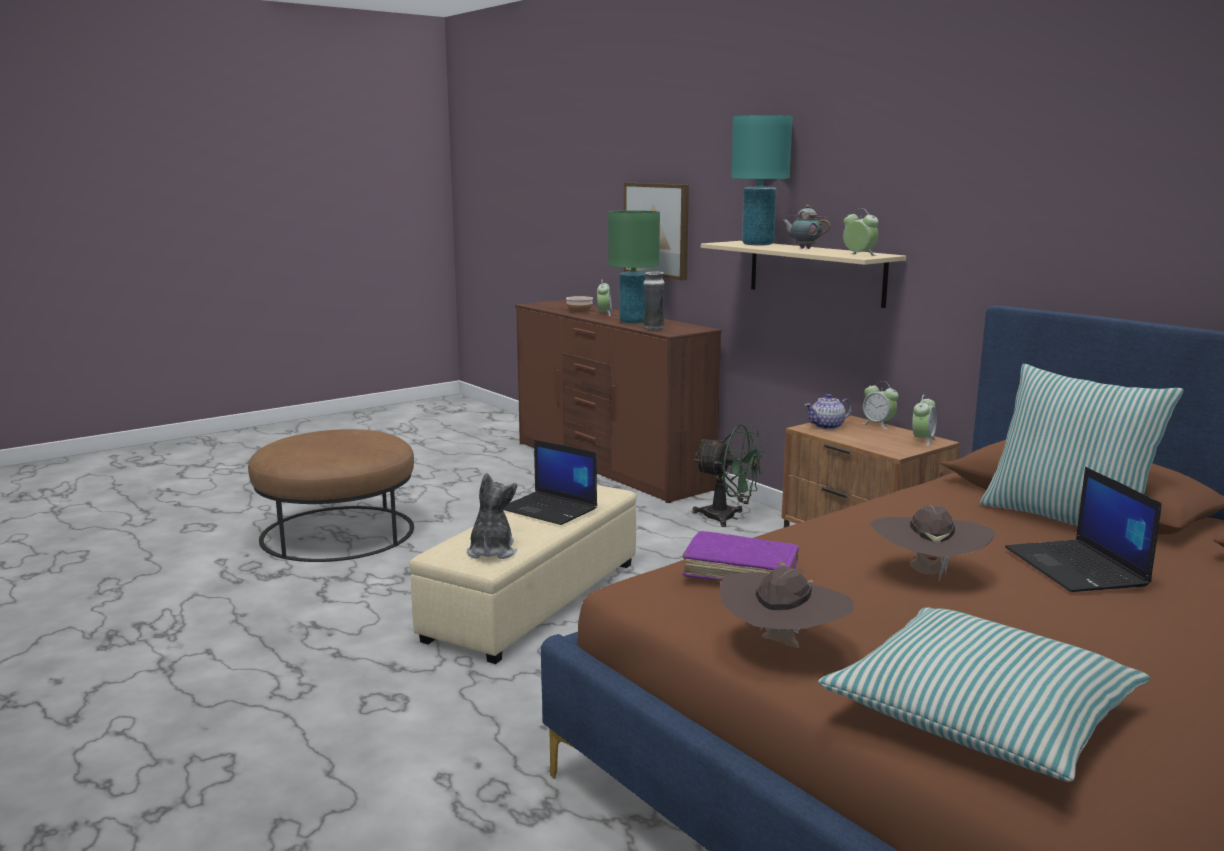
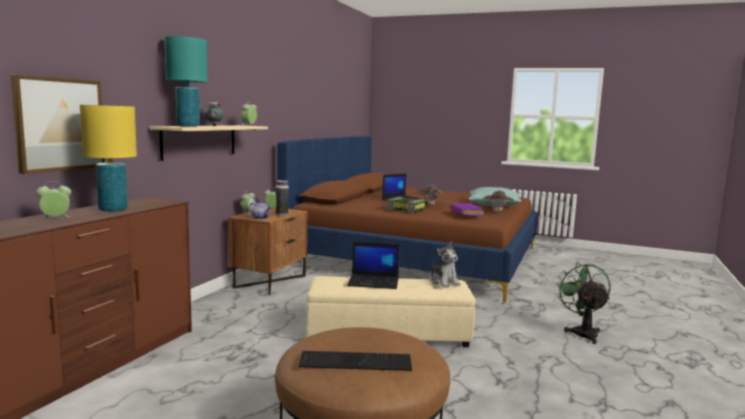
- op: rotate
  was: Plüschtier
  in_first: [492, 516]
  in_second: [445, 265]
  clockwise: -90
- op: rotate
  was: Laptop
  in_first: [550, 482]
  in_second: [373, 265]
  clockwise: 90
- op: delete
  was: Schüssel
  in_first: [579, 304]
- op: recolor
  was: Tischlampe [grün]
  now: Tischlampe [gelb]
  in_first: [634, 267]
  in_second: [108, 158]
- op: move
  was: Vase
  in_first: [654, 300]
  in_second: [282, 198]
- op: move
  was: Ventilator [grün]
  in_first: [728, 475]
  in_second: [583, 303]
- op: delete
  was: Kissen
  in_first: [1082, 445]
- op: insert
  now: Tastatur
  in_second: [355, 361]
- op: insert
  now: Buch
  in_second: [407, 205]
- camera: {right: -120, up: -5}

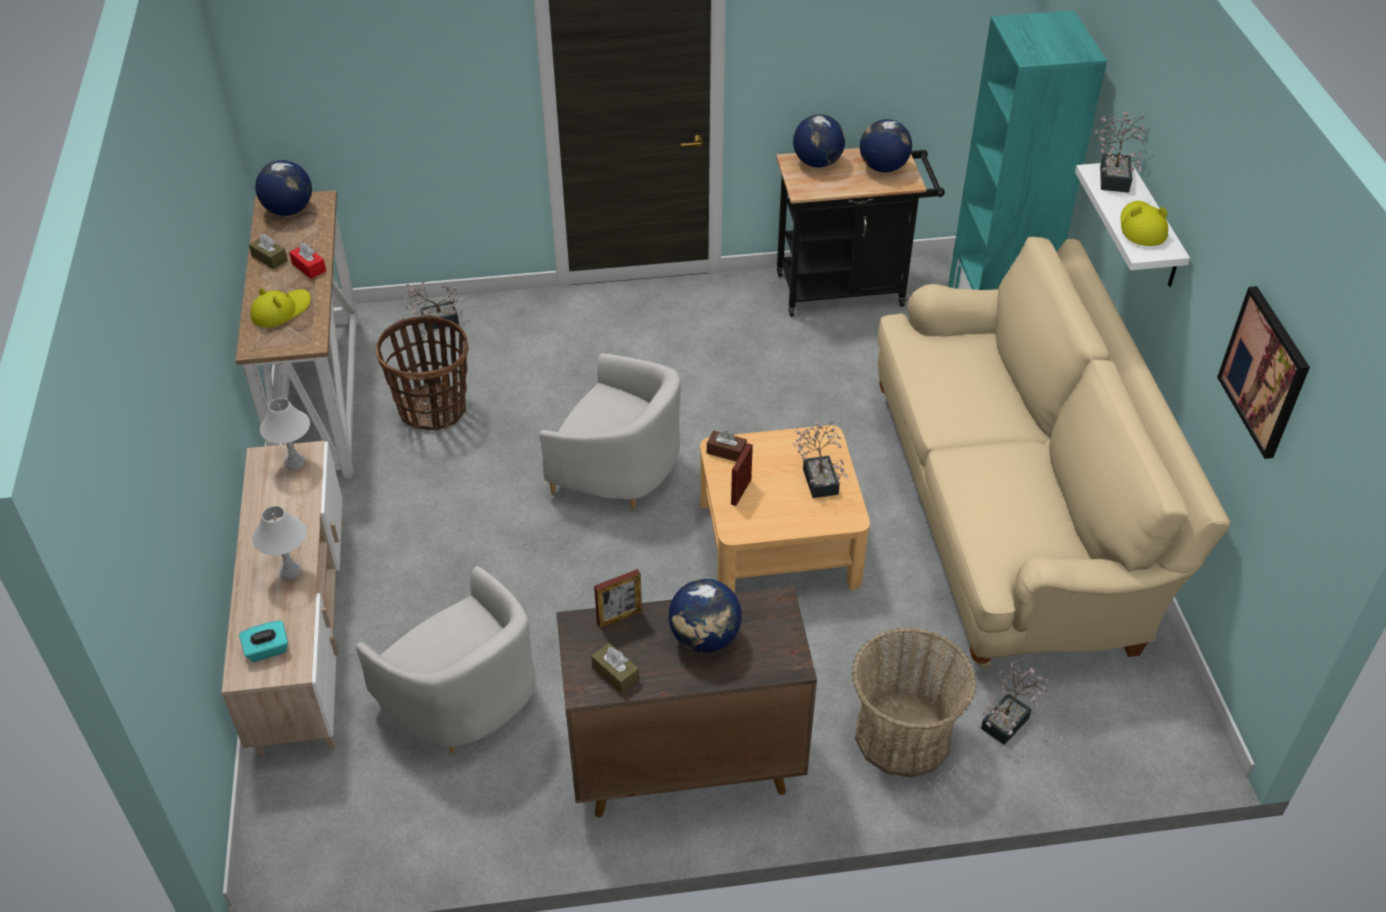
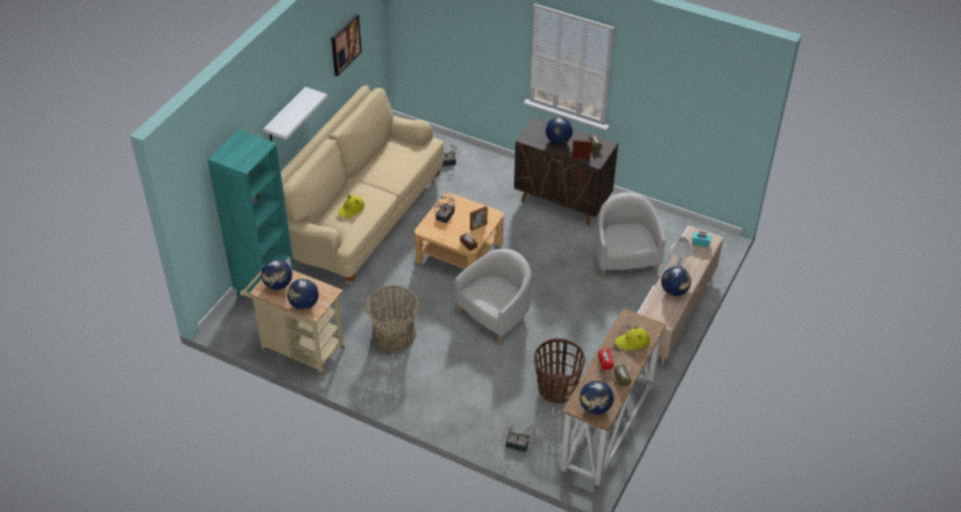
- op: delete
  was: Tischlampe [weiß]
  in_first: [285, 434]
- op: rotate
  was: Sessel [weiß]
  in_first: [610, 431]
  in_second: [493, 295]
  clockwise: 75
- op: recolor
  was: Rollwagen [schwarz]
  now: Rollwagen [beige]
  in_first: [860, 232]
  in_second: [292, 320]
- op: move
  was: Korb
  in_first: [914, 702]
  in_second: [392, 318]
- op: delete
  was: Topfpflanze
  in_first: [1120, 152]
- op: move
  was: Hut [gelb]
  in_first: [1144, 223]
  in_second: [351, 206]
- op: insert
  now: Globus
  in_second: [676, 281]
- camera: {right: -145, up: 0}

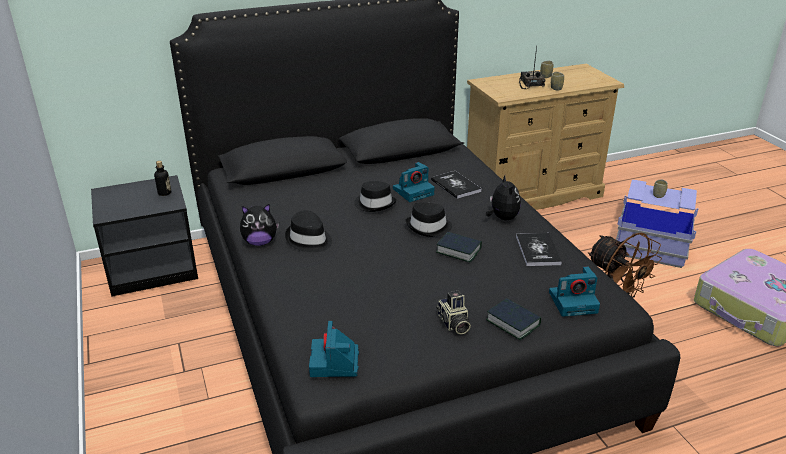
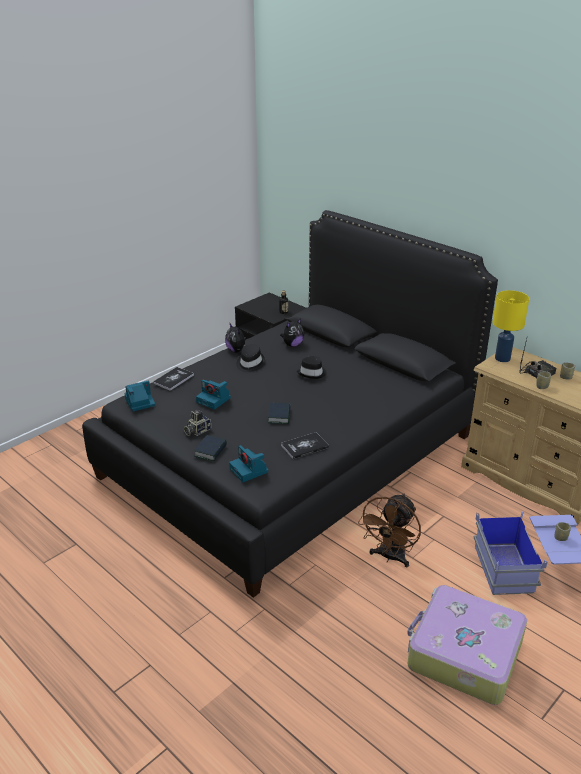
- op: move
  was: Kamera
  in_first: [414, 182]
  in_second: [213, 394]
- op: delete
  was: Hut [schwarz]
  in_first: [429, 220]
- op: move
  was: Buch
  in_first: [456, 185]
  in_second: [173, 379]
- op: move
  was: Plüschtier
  in_first: [503, 197]
  in_second: [292, 333]
- op: insert
  now: Tischlampe [gelb]
  in_second: [511, 326]
- camera: {right: 65, up: 0}

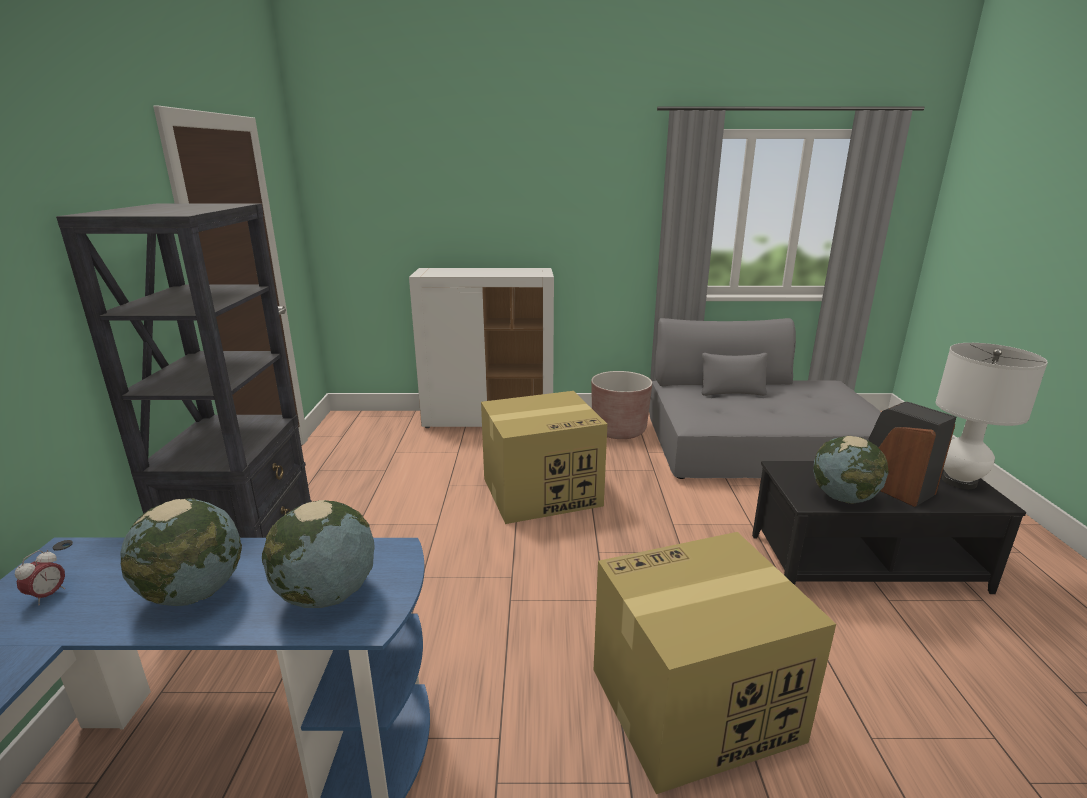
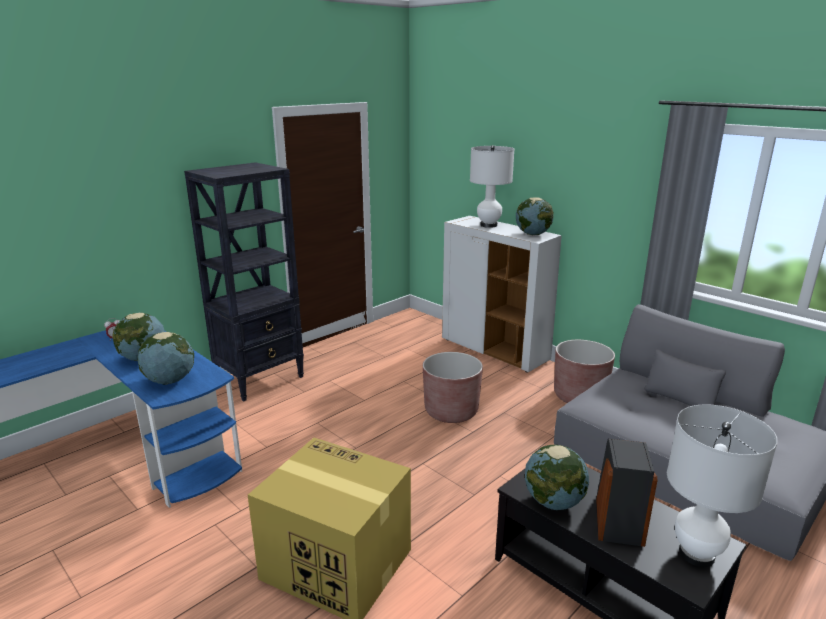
- op: replace
  was: Karton
  now: Pflanzkübel [braun]
  in_first: [544, 457]
  in_second: [453, 387]
- op: insert
  now: Tischlampe [weiß]
  in_second: [492, 186]
- op: insert
  now: Globus
  in_second: [535, 216]
- camera: {right: 45, up: 0}

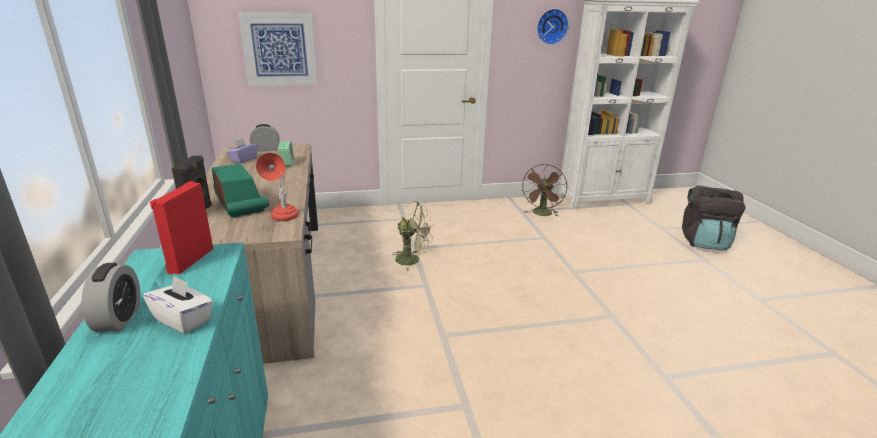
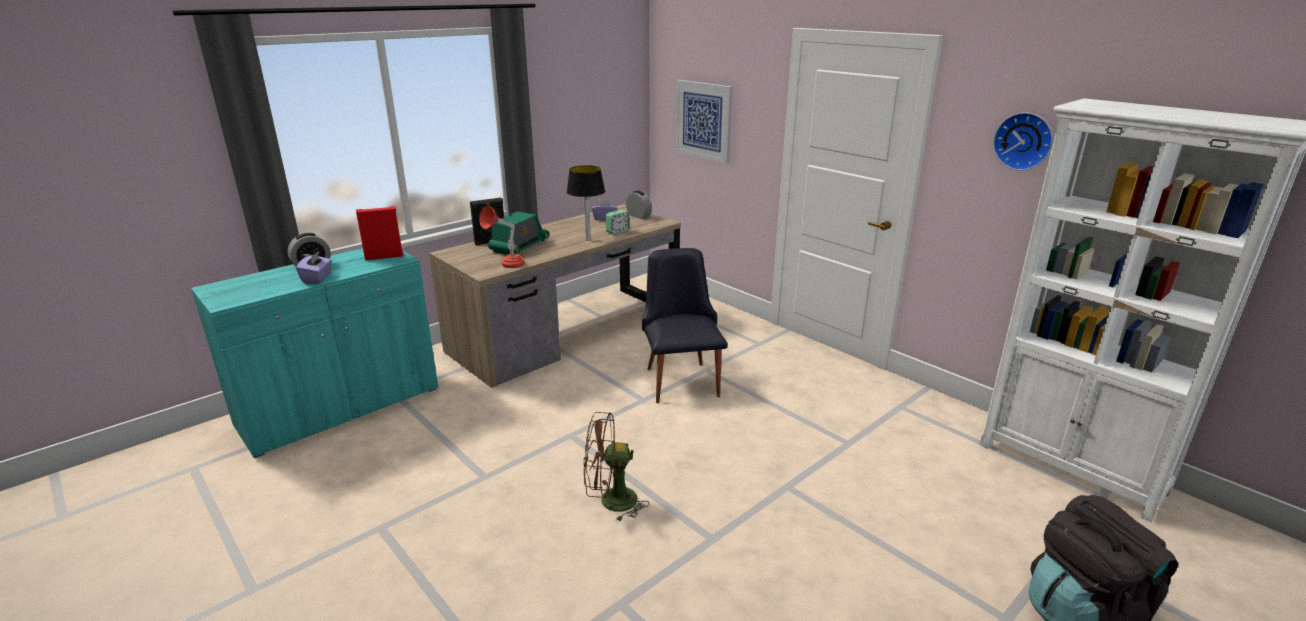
- op: recolor
  was: Taschentuchbox [weiß]
  now: Taschentuchbox [lila]
  in_first: [178, 304]
  in_second: [314, 267]
- op: replace
  was: Ventilator [grün]
  now: Stuhl [schwarz]
  in_first: [413, 236]
  in_second: [685, 325]
- op: move
  was: Ventilator [braun]
  in_first: [544, 190]
  in_second: [616, 467]
- op: insert
  now: Tischlampe
  in_second: [586, 203]
- camera: {right: 60, up: 0}

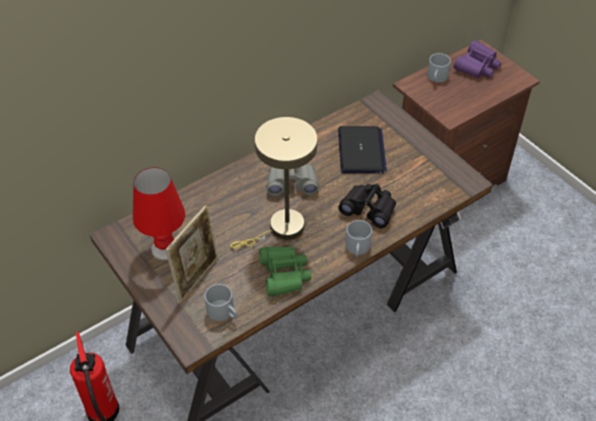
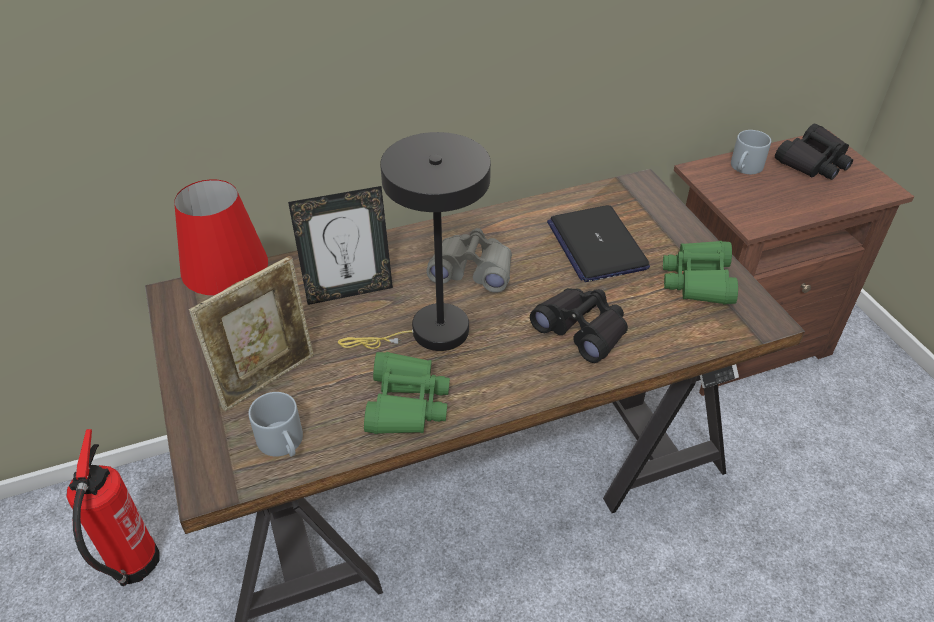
- op: recolor
  was: Tischlampe [beige]
  now: Tischlampe [schwarz]
  in_first: [273, 183]
  in_second: [414, 241]
- op: rotate
  was: Laptop
  in_first: [362, 149]
  in_second: [598, 243]
  clockwise: 150
- op: delete
  was: Henkelbecher [grau]
  in_first: [358, 238]
- op: recolor
  was: Fernglas [lila]
  now: Fernglas [schwarz]
  in_first: [477, 59]
  in_second: [814, 152]
- op: insert
  now: Bilderrahmen
  in_second: [340, 245]
- op: insert
  now: Fernglas [grün]
  in_second: [700, 272]
- camera: {right: 15, up: -5}

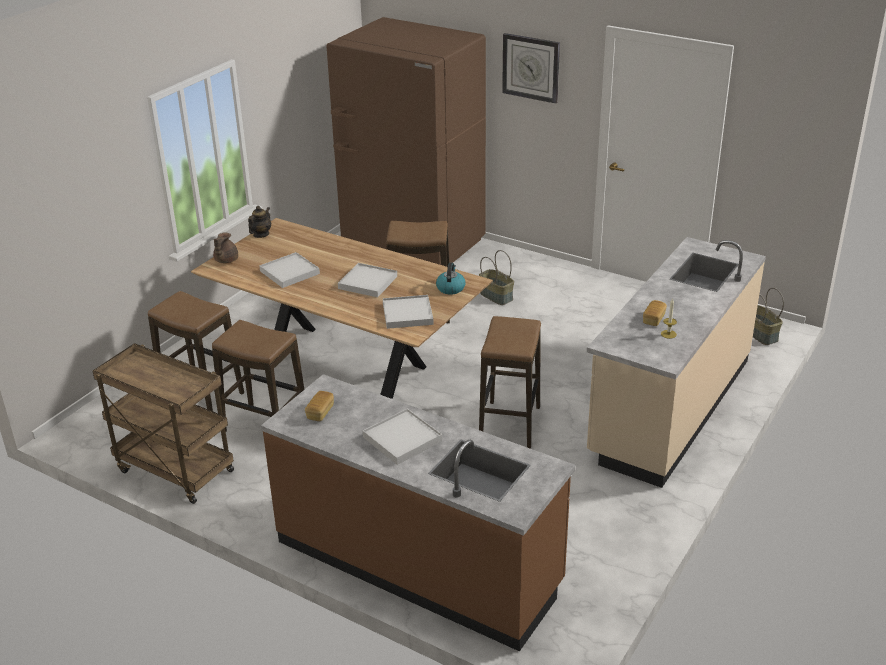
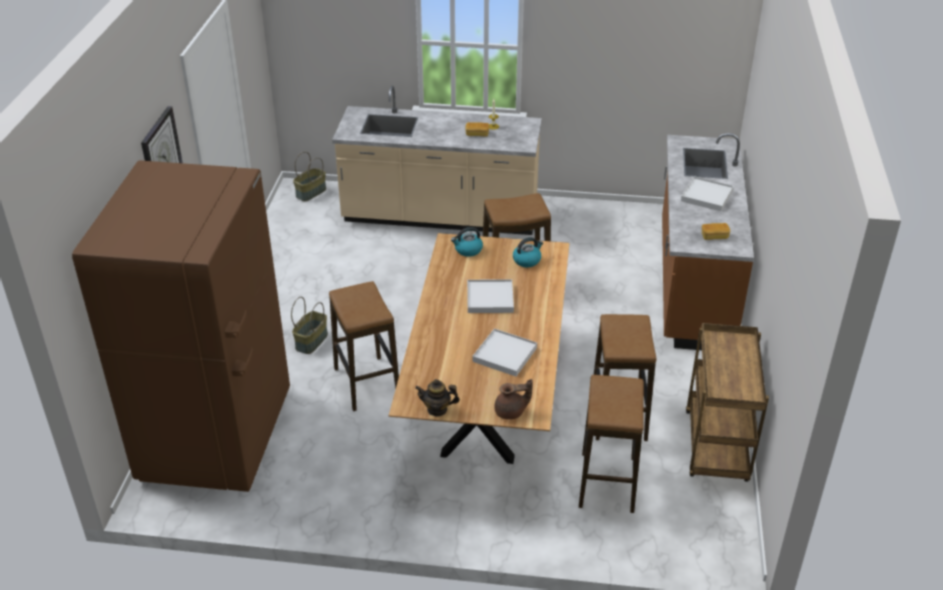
- op: replace
  was: Tablett [weiß]
  now: Wasserkessel
  in_first: [408, 312]
  in_second: [528, 252]
- camera: {right: -115, up: 5}

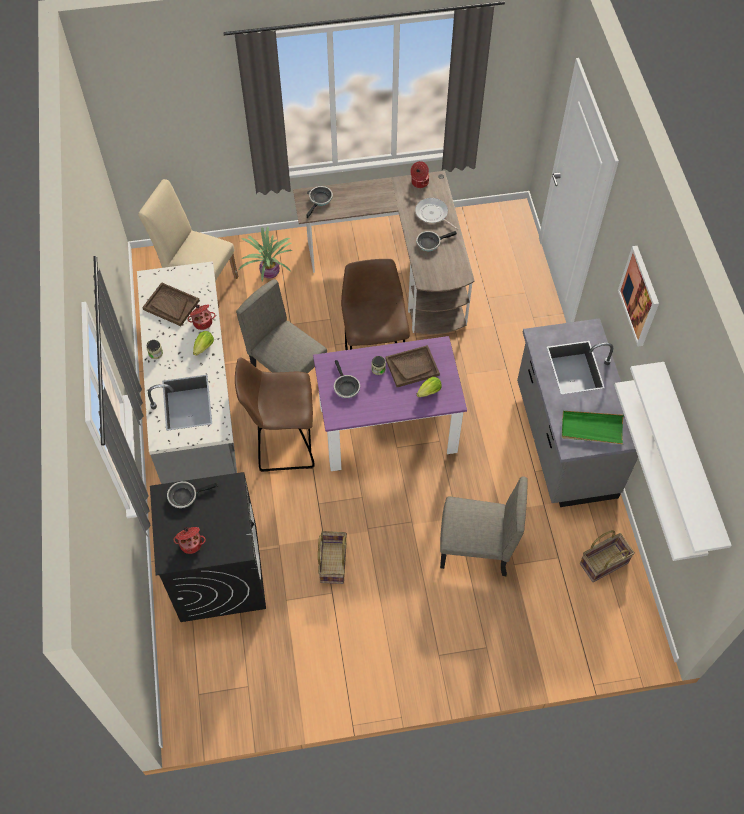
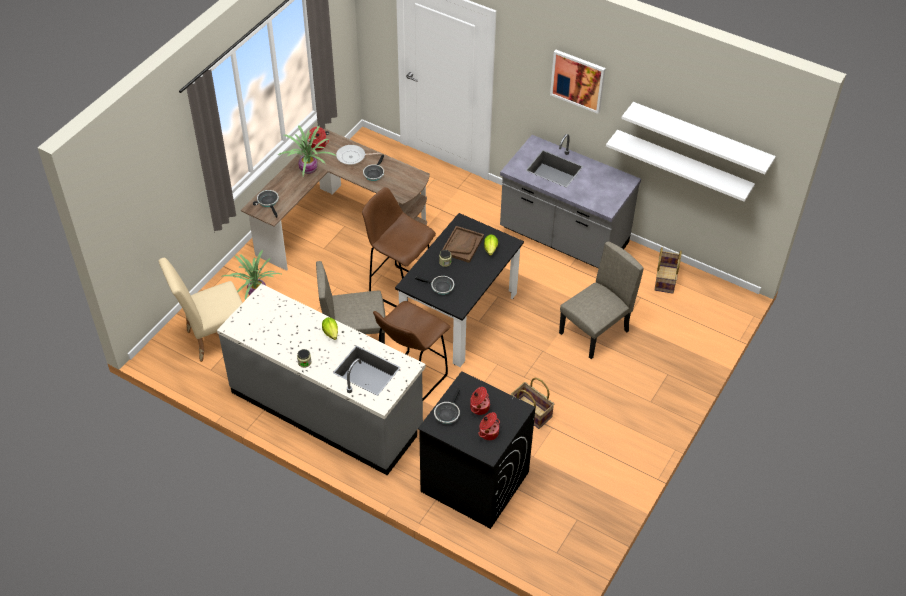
- op: delete
  was: Tablett [braun]
  in_first: [171, 304]
- op: move
  was: Kochtopf
  in_first: [202, 317]
  in_second: [480, 401]
- op: recolor
  was: Esstisch [lila]
  now: Esstisch [schwarz]
  in_first: [390, 403]
  in_second: [459, 290]
- op: delete
  was: Tablett [grün]
  in_first: [593, 427]
- op: insert
  now: Topfpflanze
  in_second: [307, 150]
- camera: {right: -50, up: -10}

